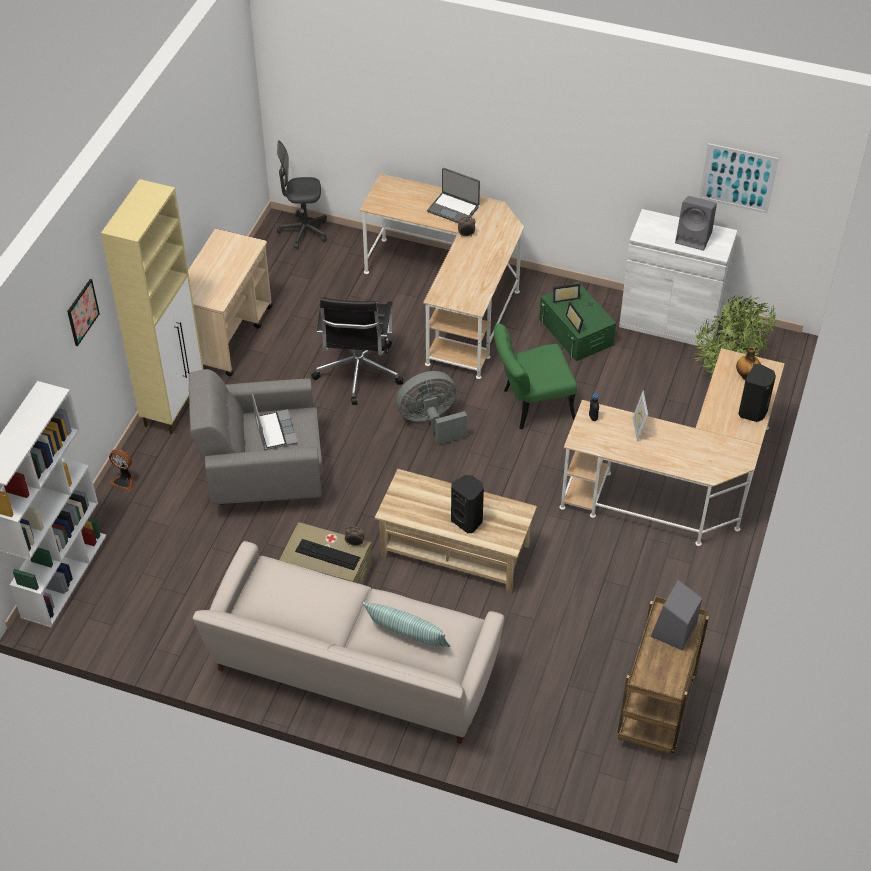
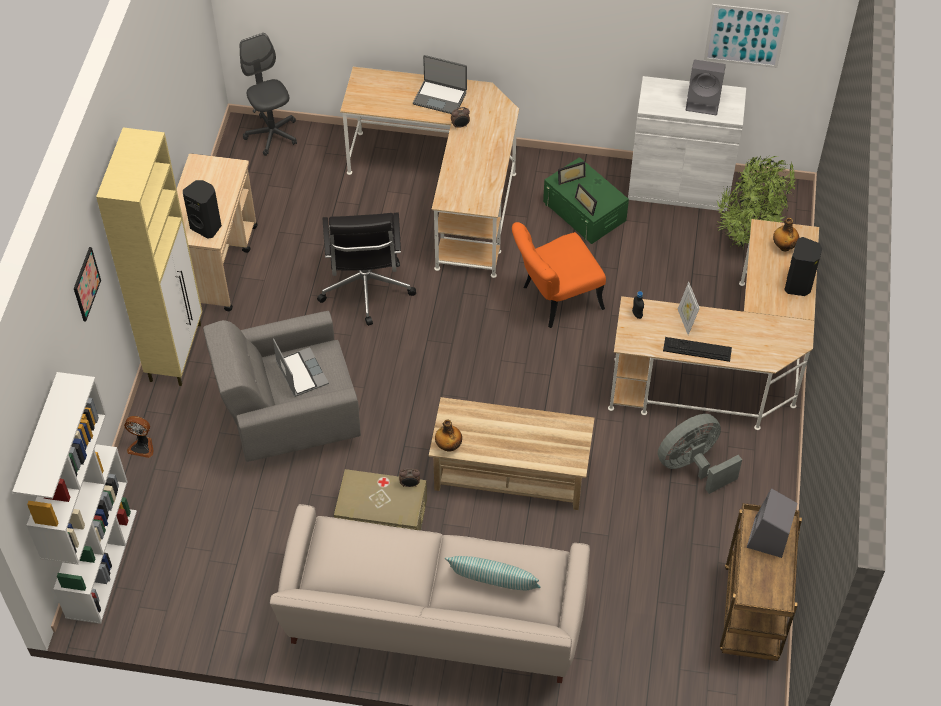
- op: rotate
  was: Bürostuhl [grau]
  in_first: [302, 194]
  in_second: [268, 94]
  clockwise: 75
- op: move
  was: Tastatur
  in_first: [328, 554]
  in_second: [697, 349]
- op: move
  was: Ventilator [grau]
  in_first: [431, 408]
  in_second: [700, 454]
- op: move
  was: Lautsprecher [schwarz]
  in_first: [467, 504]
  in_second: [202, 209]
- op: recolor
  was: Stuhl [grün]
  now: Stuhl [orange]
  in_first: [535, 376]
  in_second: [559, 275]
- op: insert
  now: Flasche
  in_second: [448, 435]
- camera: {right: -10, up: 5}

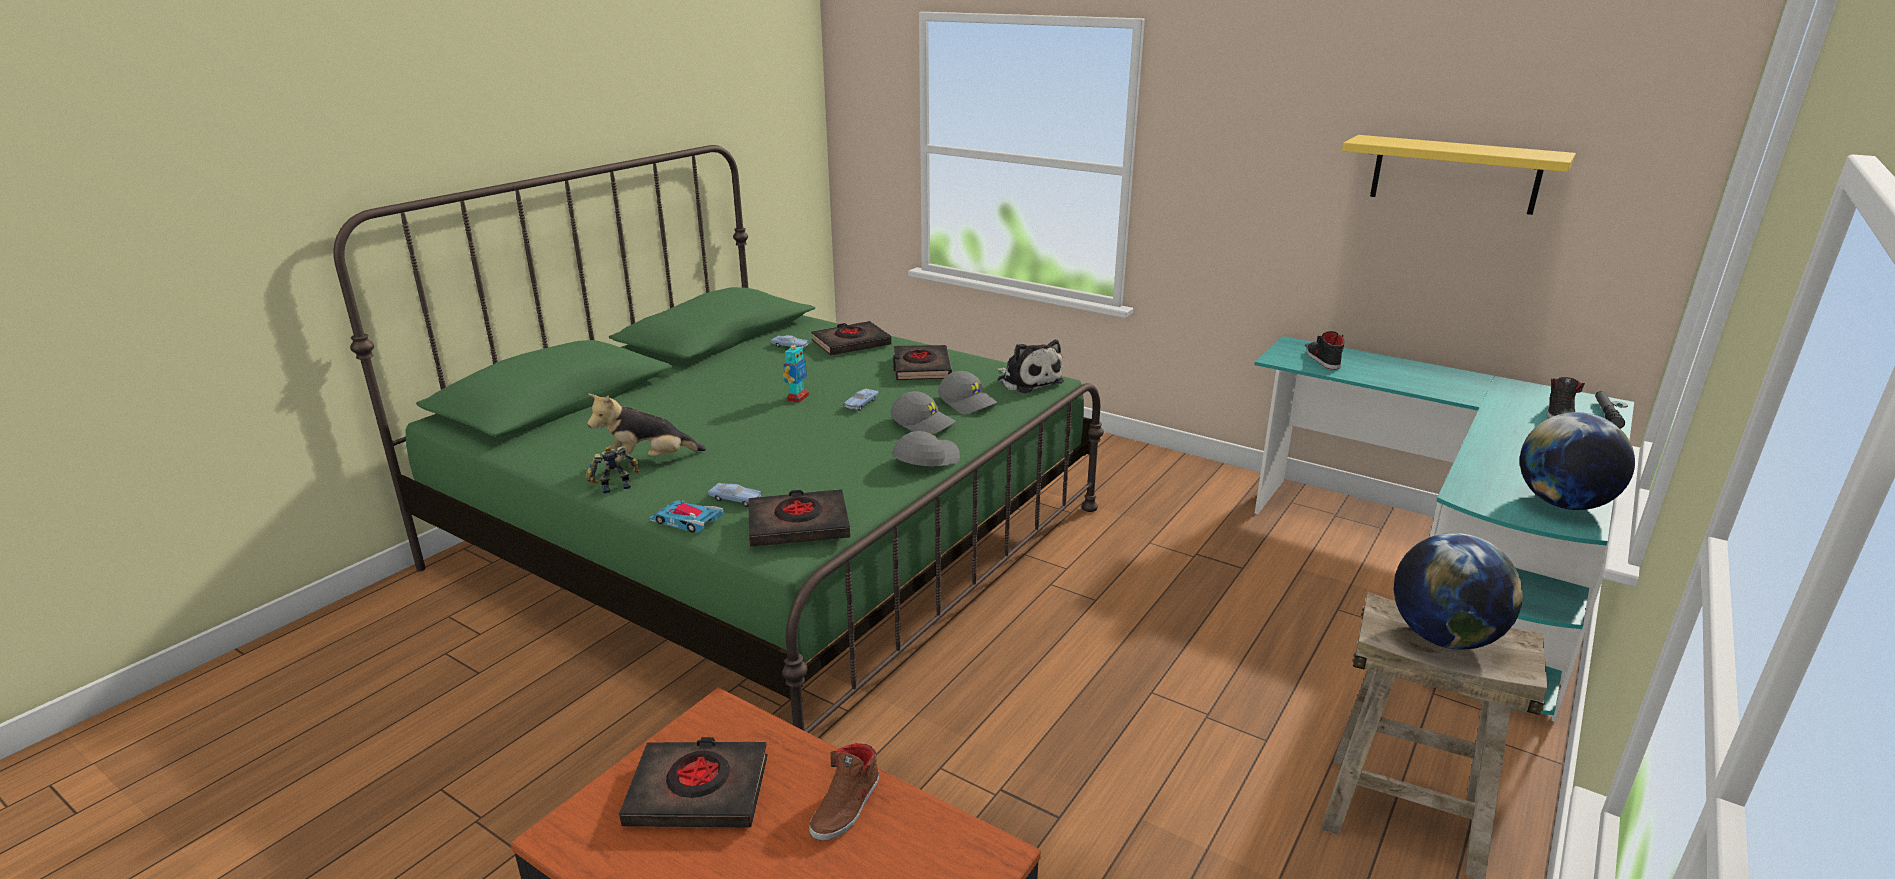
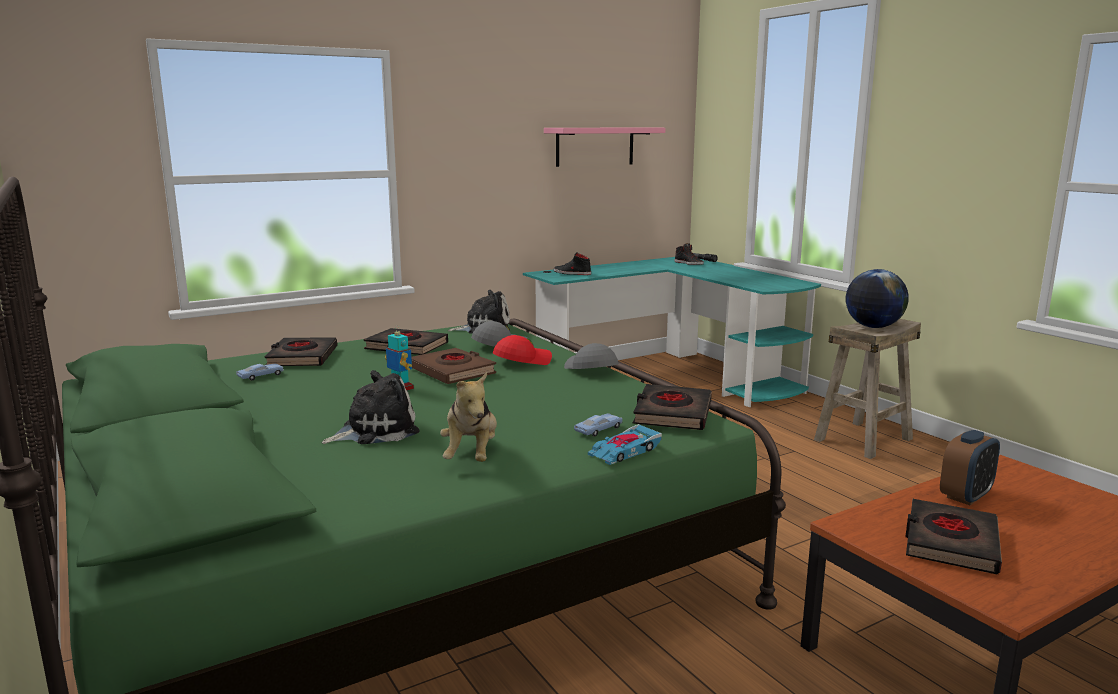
- op: delete
  was: Spielzeugroboter
  in_first: [612, 469]
- op: replace
  was: Schuh [braun]
  now: Wecker
  in_first: [844, 792]
  in_second: [970, 467]
- op: replace
  was: Spielzeugauto [blau]
  now: Buch [braun]
  in_first: [861, 400]
  in_second: [454, 366]
- op: recolor
  was: Kappe [grau]
  now: Kappe [rot]
  in_first: [923, 412]
  in_second: [522, 350]
- op: recolor
  was: Wandregal [gelb]
  now: Wandregal [rosa]
  in_first: [1459, 175]
  in_second: [604, 147]
- op: delete
  was: Globus
  in_first: [1577, 461]
- op: insert
  now: Plüschtier
  in_second: [371, 407]
- camera: {right: -65, up: -10}

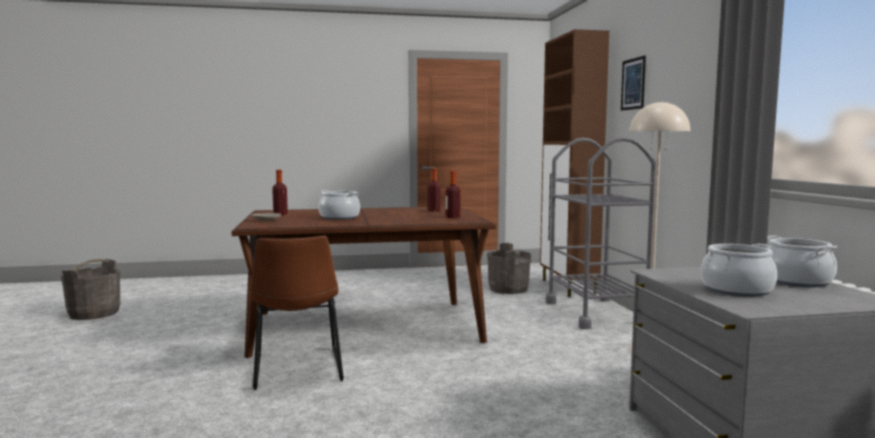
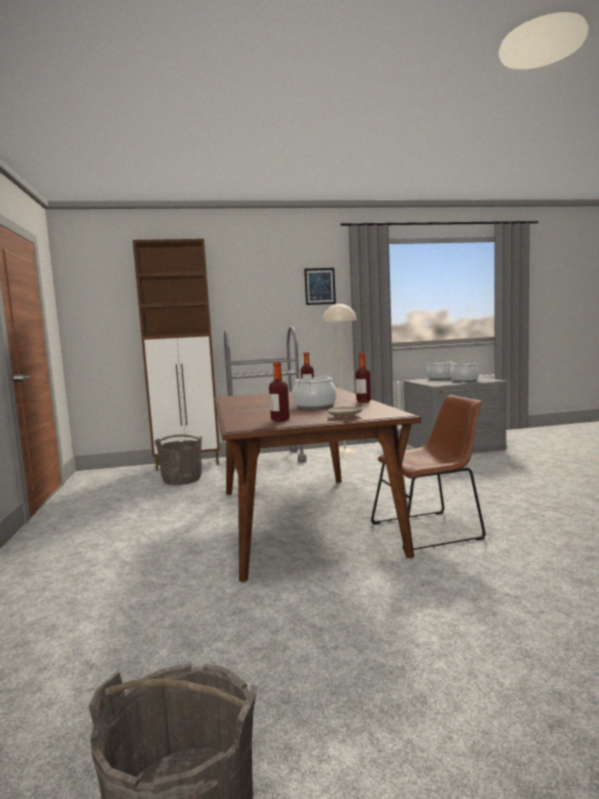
- op: move
  was: Flasche
  in_first: [434, 189]
  in_second: [363, 377]
- op: move
  was: Bild
  in_first: [633, 83]
  in_second: [320, 286]
- camera: {right: -90, up: 0}

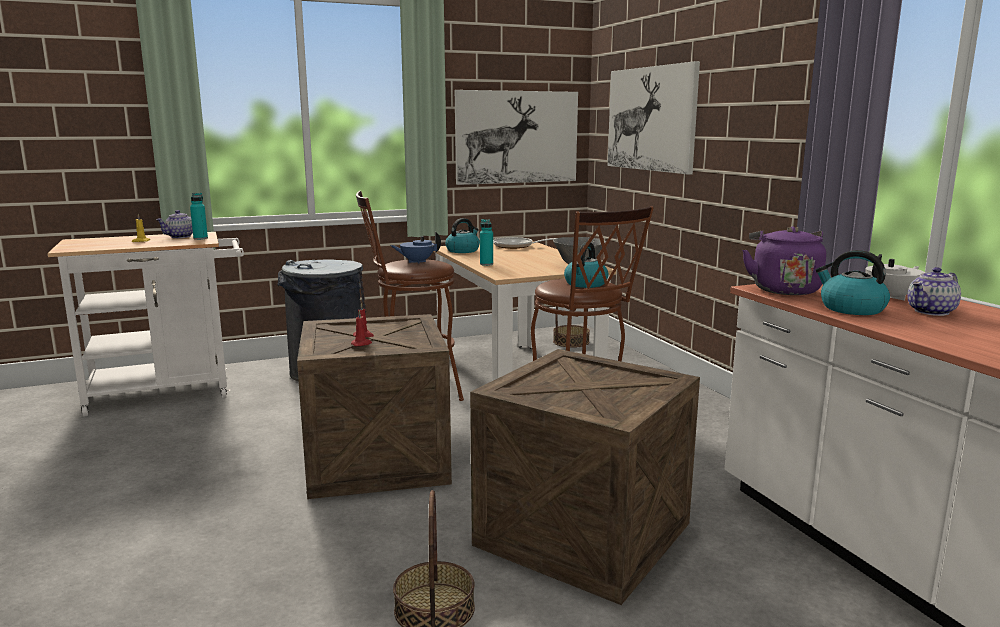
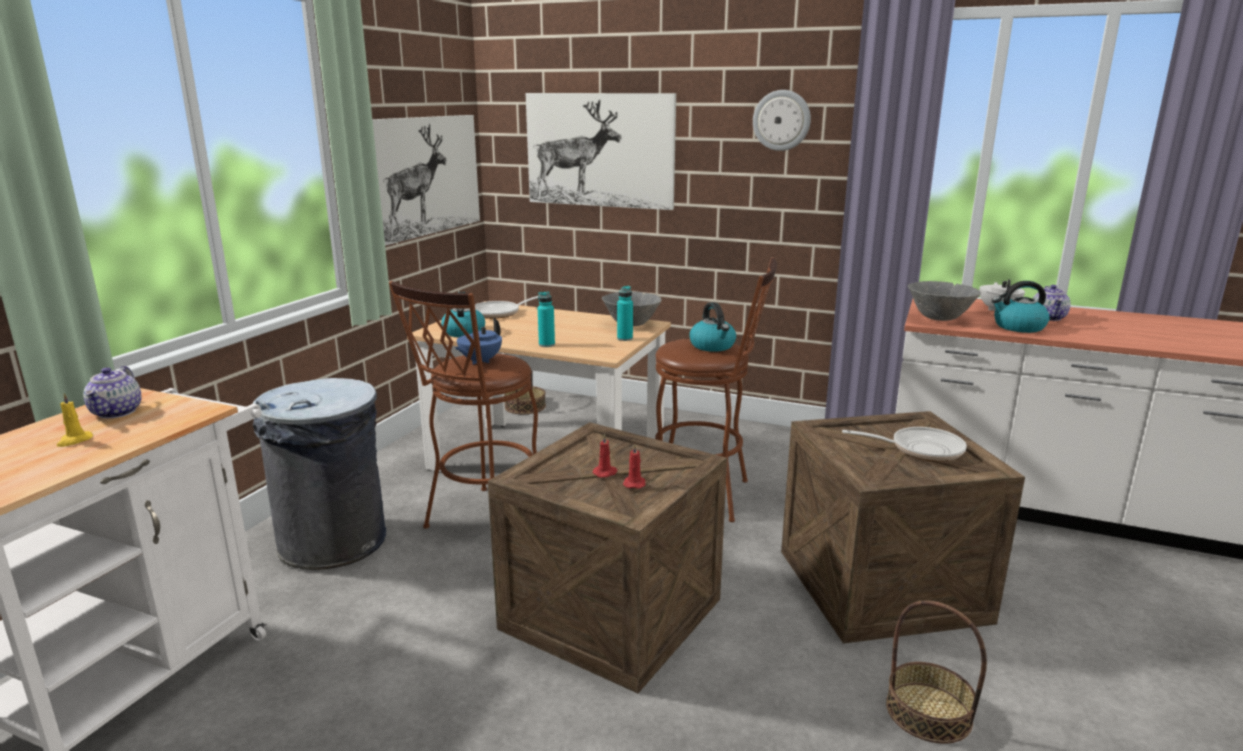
- op: move
  was: Flasche [türkis]
  in_first: [199, 216]
  in_second: [625, 313]
- op: replace
  was: Wasserkessel [lila]
  now: Schüssel [grau]
  in_first: [784, 261]
  in_second: [944, 301]
- op: insert
  now: Wanduhr
  in_second: [782, 120]
- op: insert
  now: Pfanne
  in_second: [904, 444]
- camera: {right: -45, up: 5}

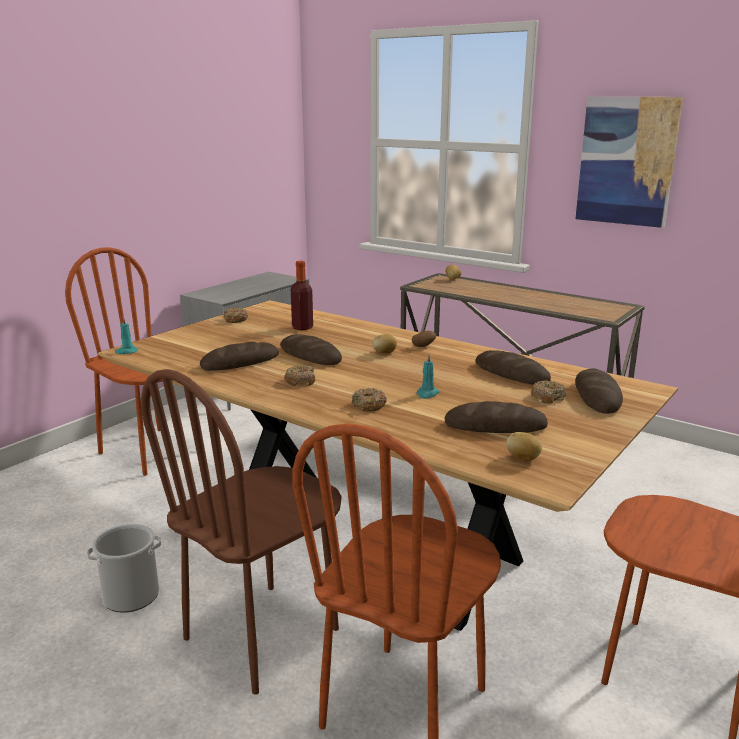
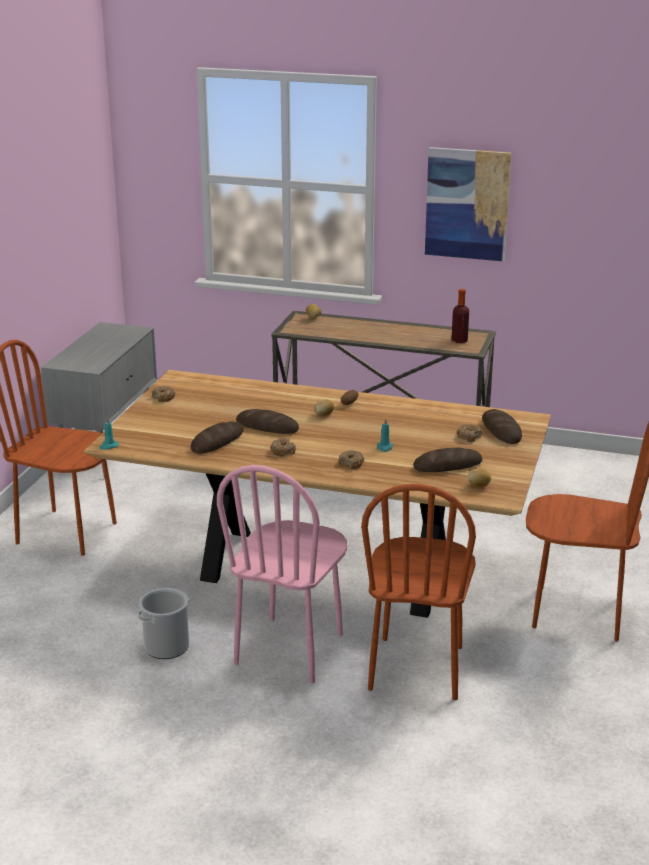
- op: recolor
  was: Stuhl [braun]
  now: Stuhl [rosa]
  in_first: [241, 532]
  in_second: [282, 574]
- op: move
  was: Flasche
  in_first: [302, 295]
  in_second: [460, 316]
- op: delete
  was: Brot
  in_first: [513, 367]
- camera: {right: -20, up: 5}

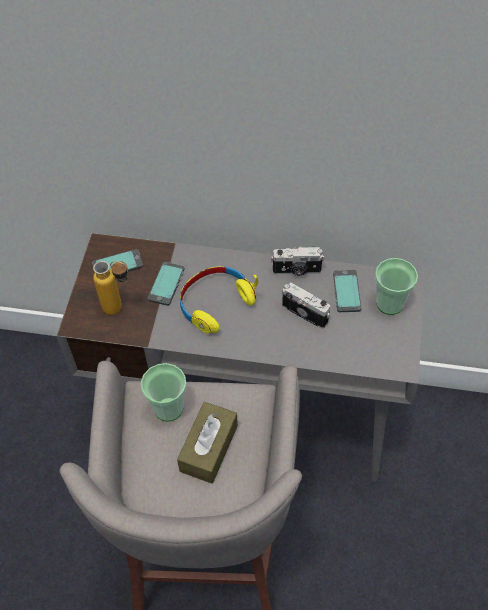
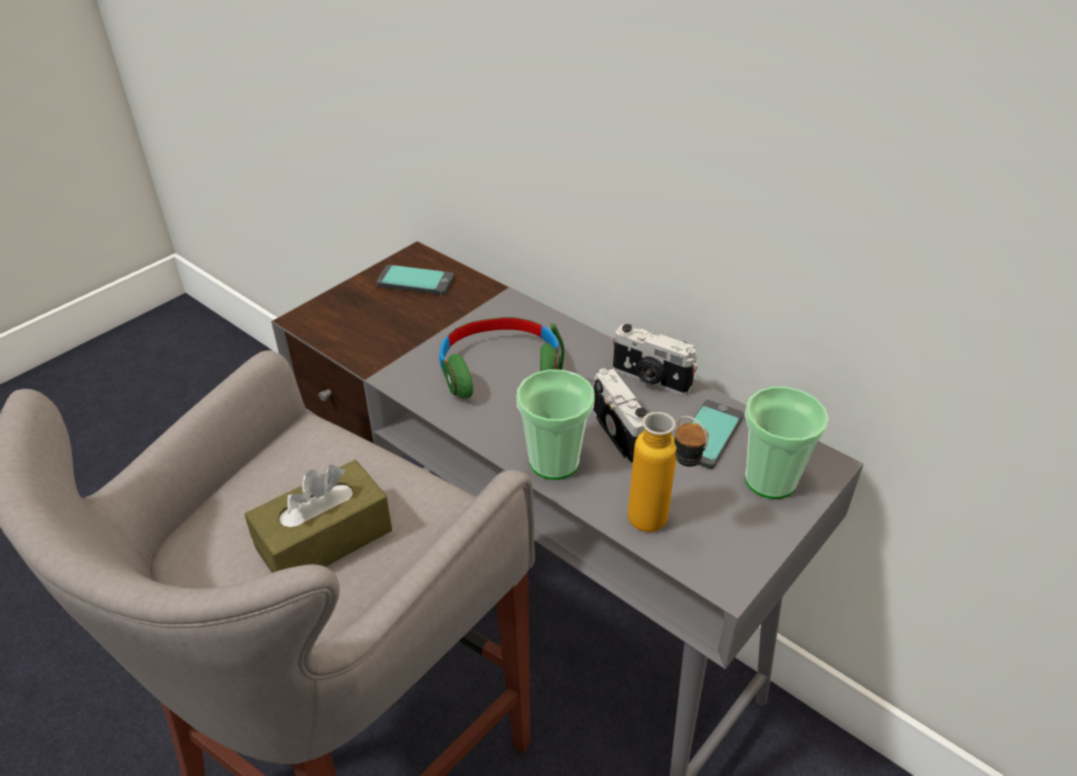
- op: move
  was: Flasche
  in_first: [110, 288]
  in_second: [668, 472]
- op: move
  was: Tasse
  in_first: [164, 392]
  in_second: [555, 424]
- op: delete
  was: Handy
  in_first: [166, 284]
- op: recolor
  was: Kopfhörer [gelb]
  now: Kopfhörer [grün]
  in_first: [219, 300]
  in_second: [501, 358]
- camera: {right: 30, up: -15}

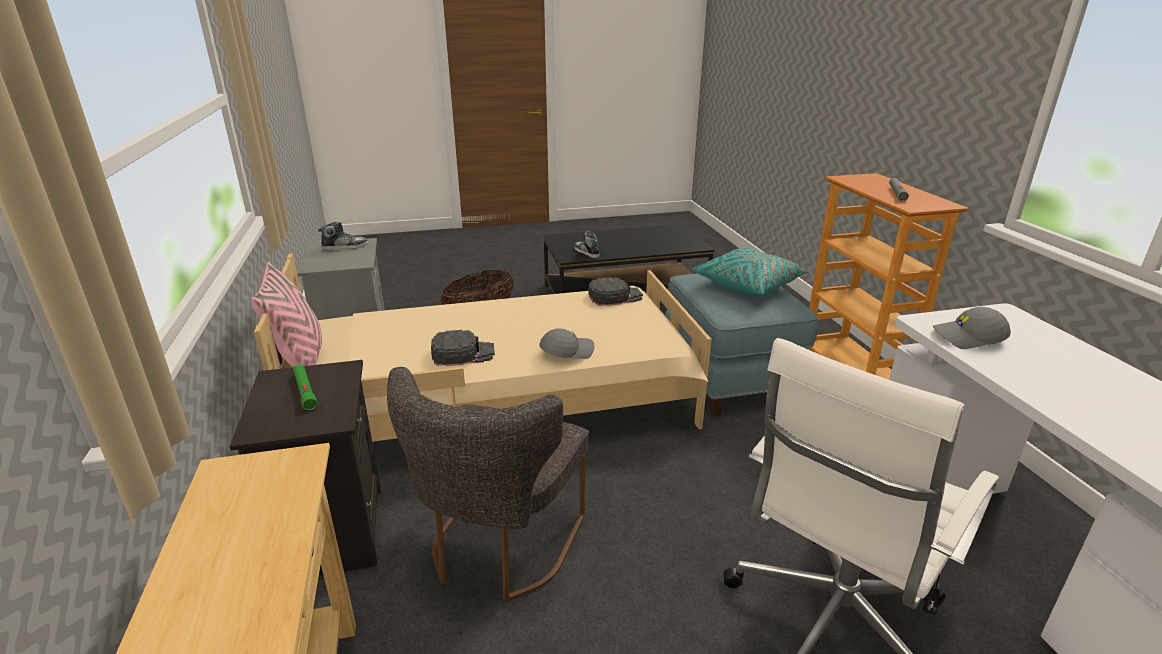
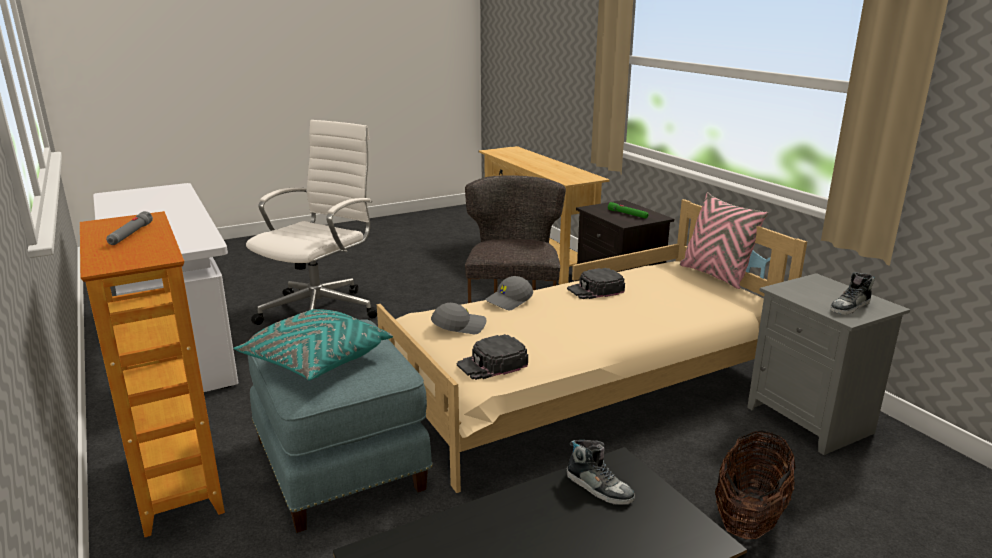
- op: move
  was: Kappe [grau]
  in_first: [972, 328]
  in_second: [459, 318]
- camera: {right: 165, up: -5}

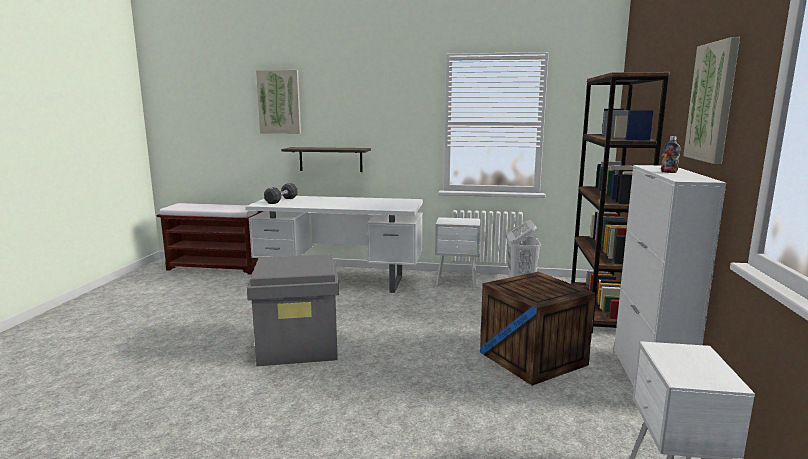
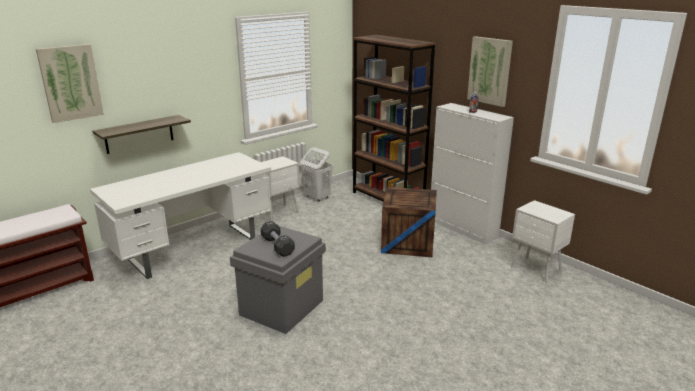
- op: move
  was: Hantel [schwarz]
  in_first: [281, 193]
  in_second: [278, 239]
- camera: {right: -50, up: 10}

